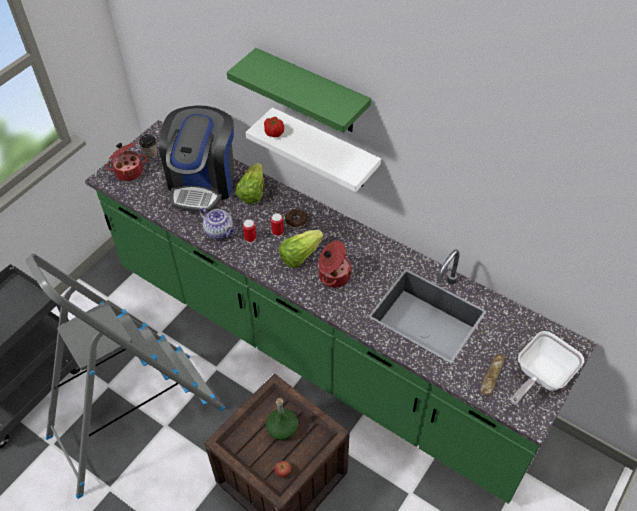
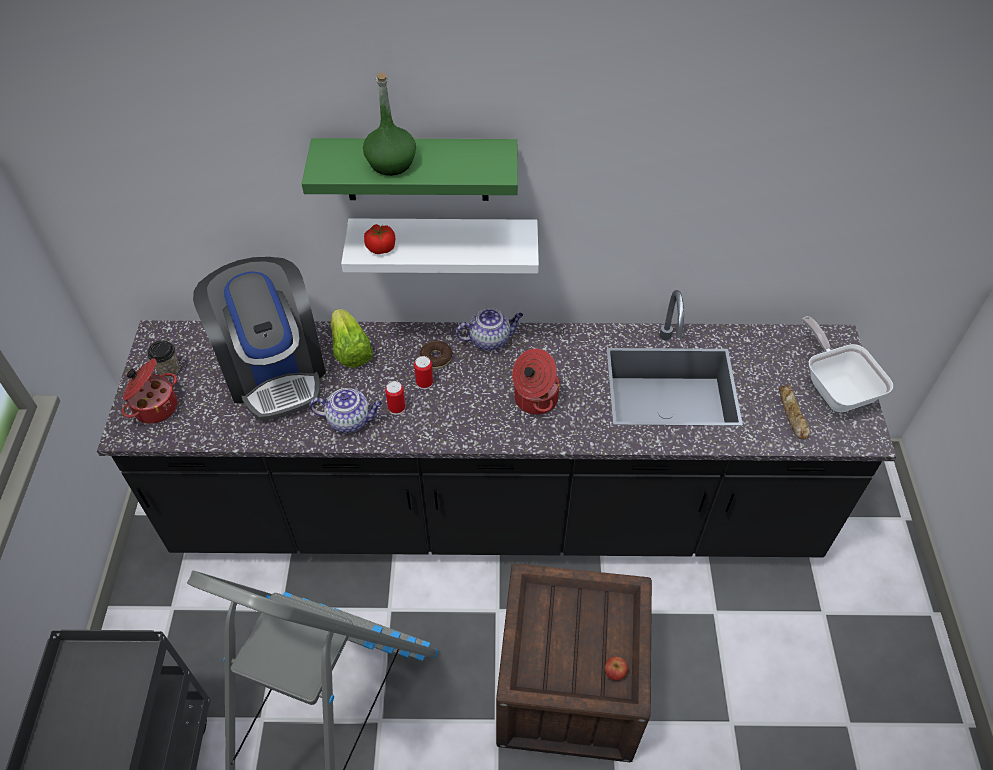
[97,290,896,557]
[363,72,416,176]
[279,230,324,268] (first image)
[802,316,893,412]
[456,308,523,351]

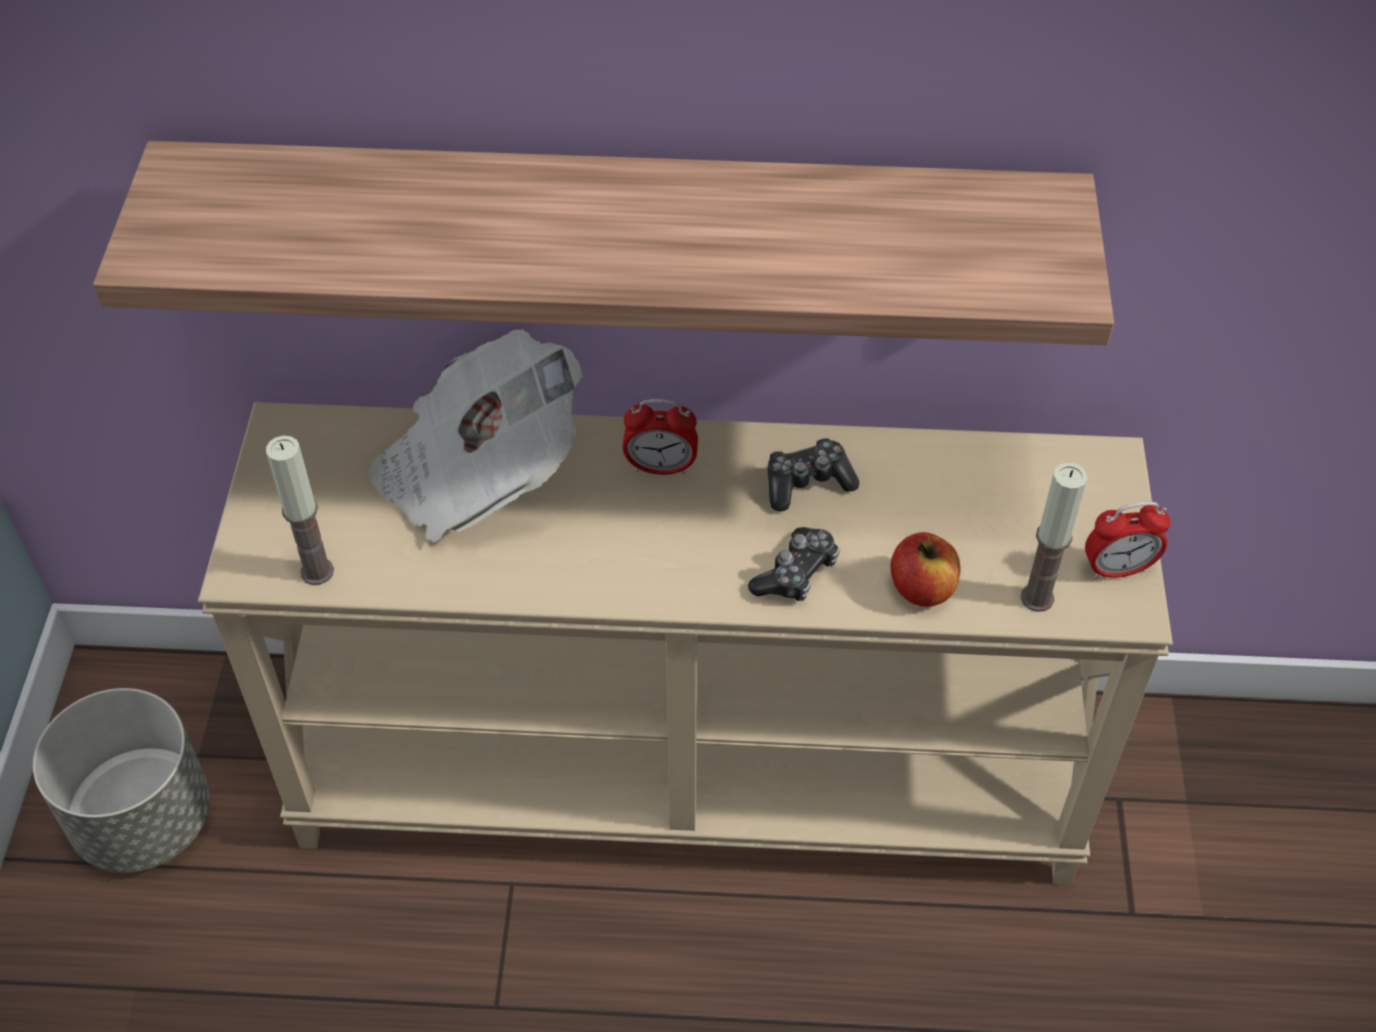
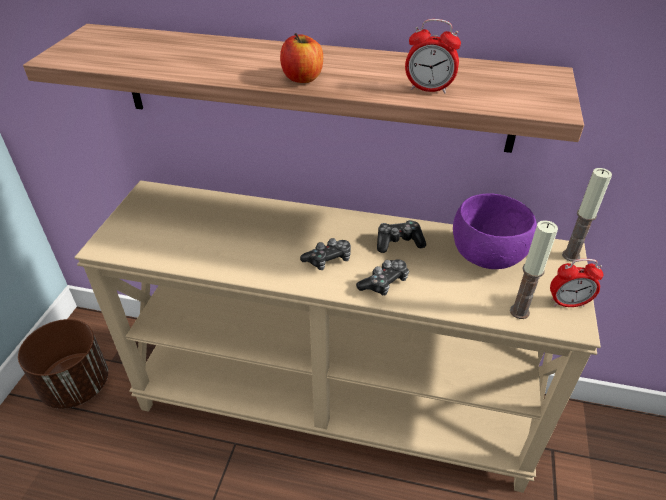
[18,319,108,409]
[562,168,612,262]
[368,329,583,543] (first image)
[405,19,461,93]
[280,33,323,83]
[300,238,351,270]
[453,193,537,269]

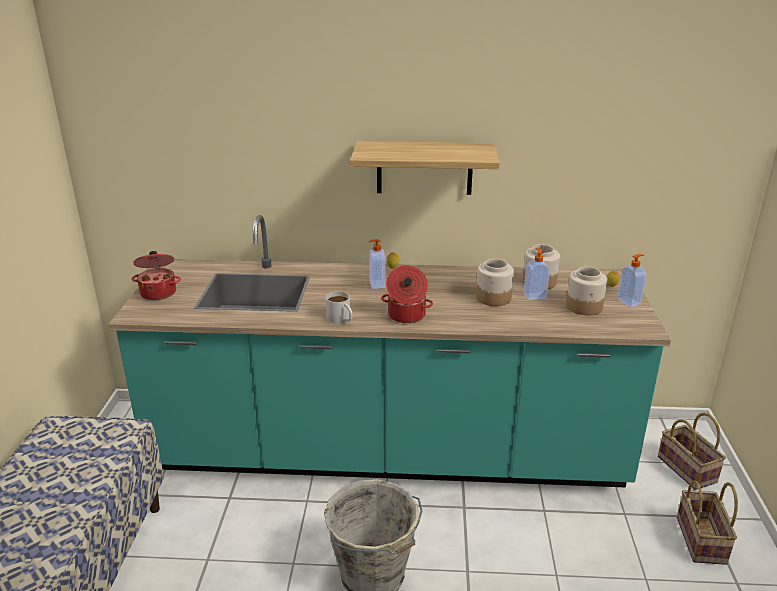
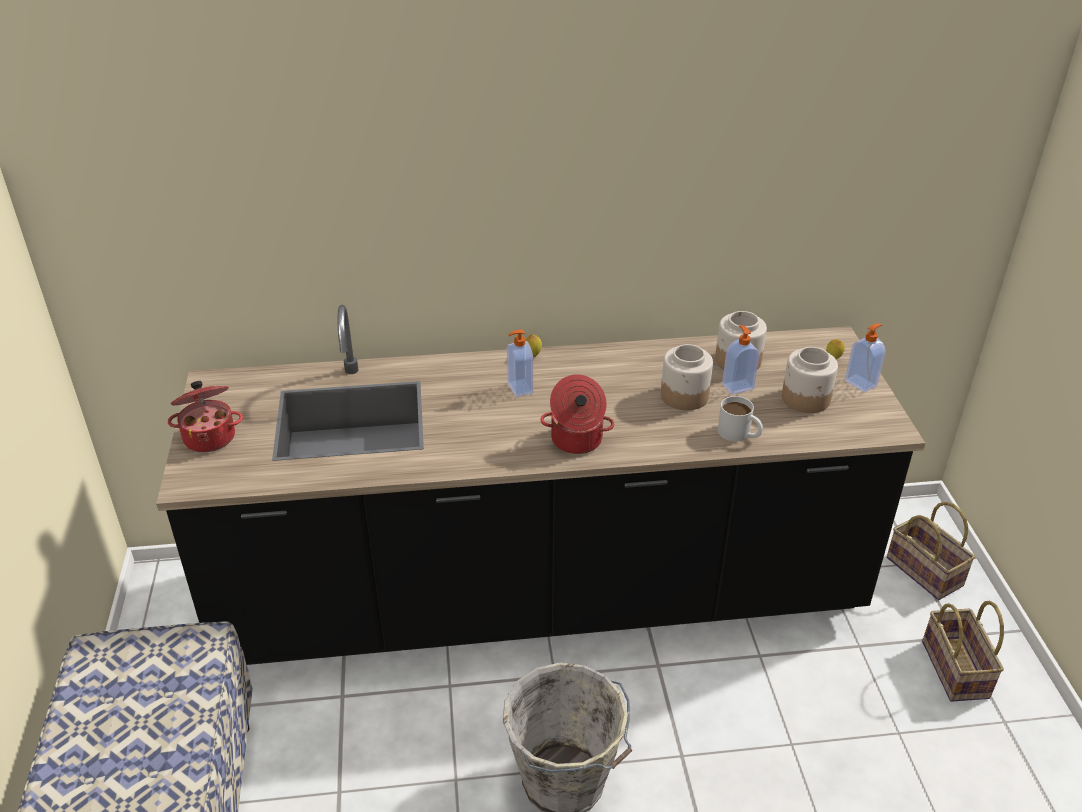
[156,305,925,665]
[718,396,763,441]
[350,141,500,195] (first image)

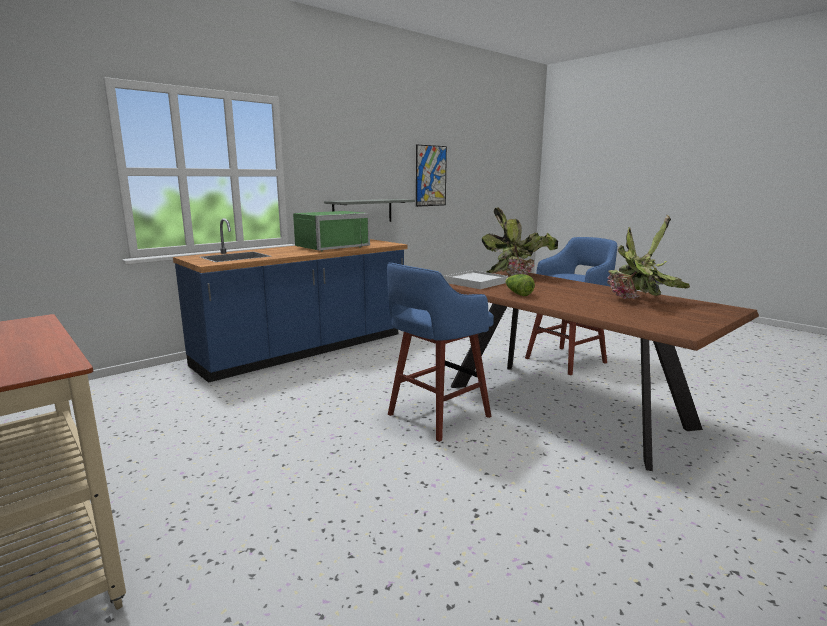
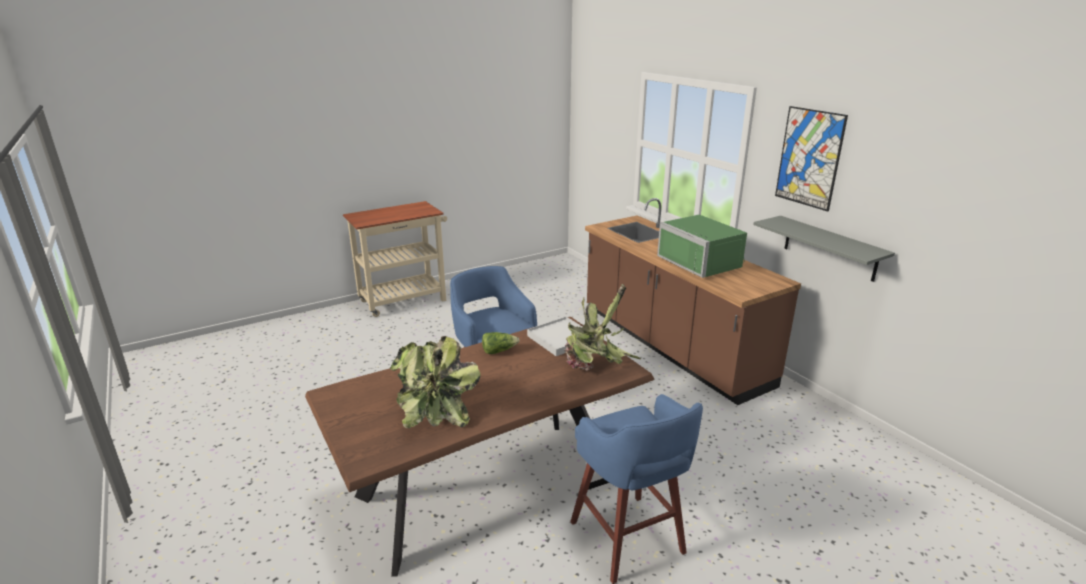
[585,198,801,405]
[775,106,848,211]

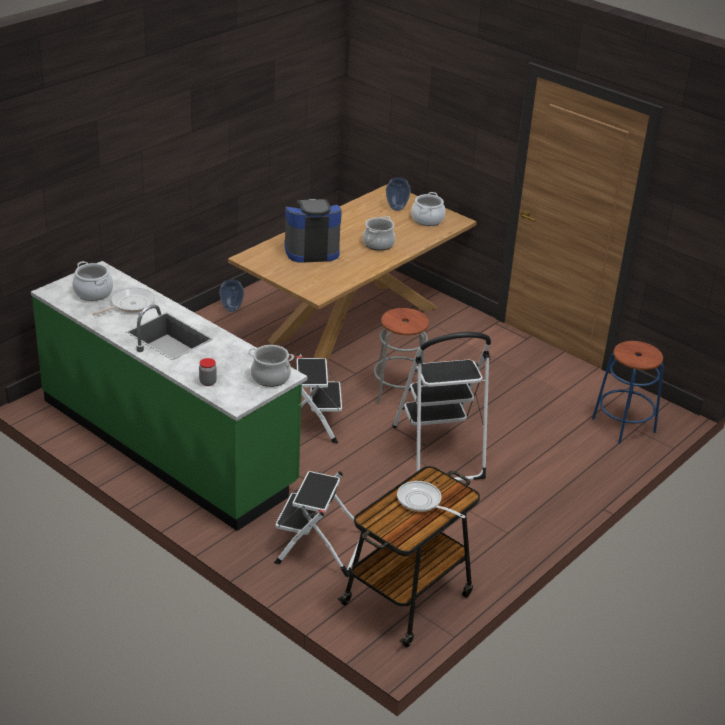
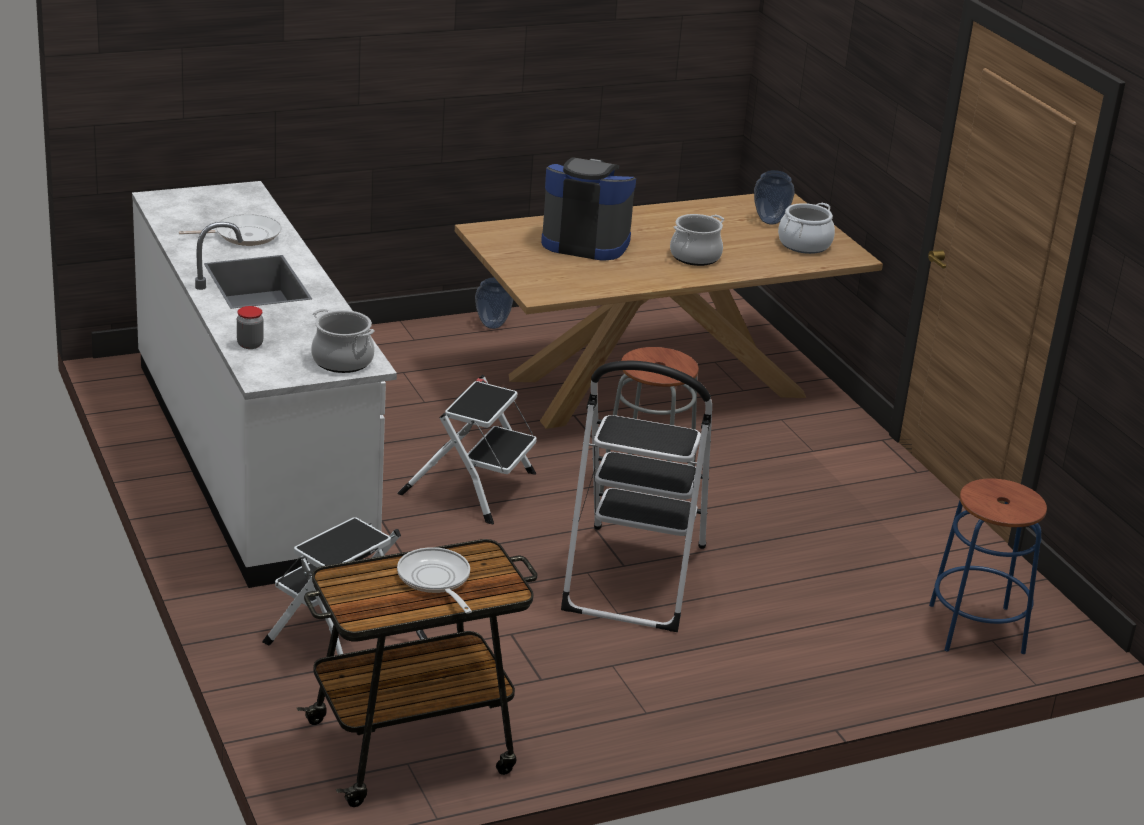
[132,181,397,588]
[72,261,113,301] (first image)

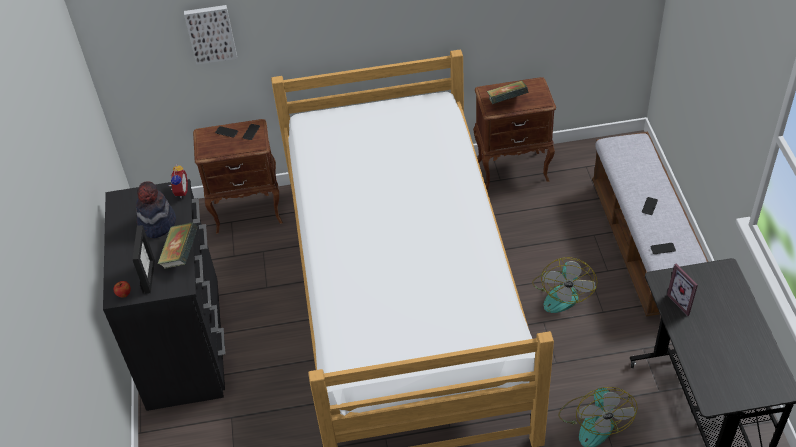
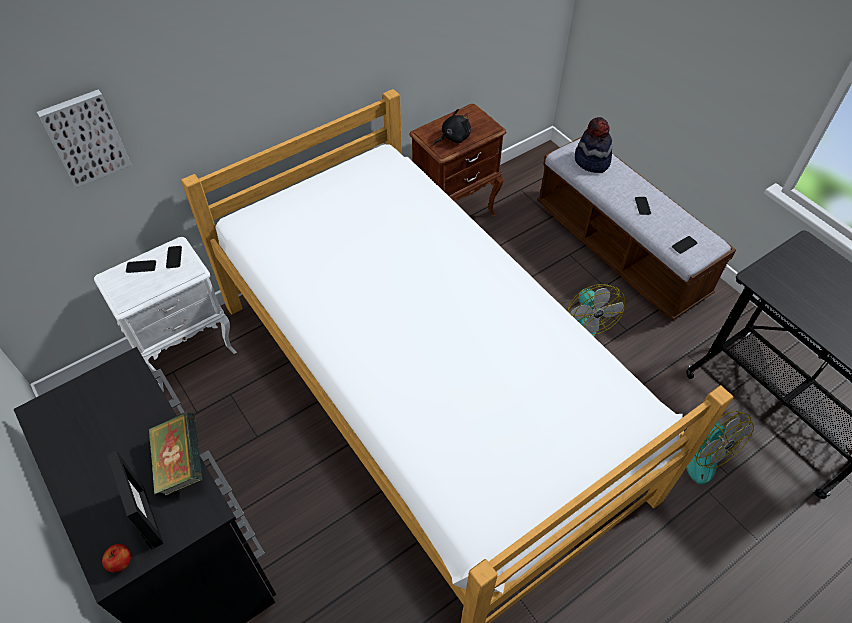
[575,117,612,173]
[169,164,188,198] (first image)
[94,237,237,391]
[434,109,471,145]
[667,264,698,316] (first image)

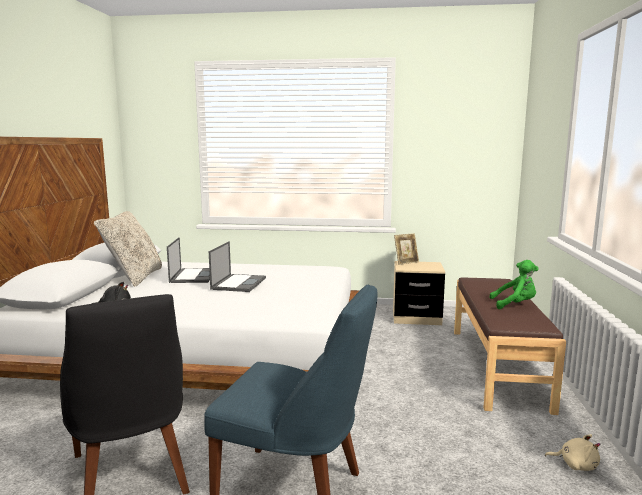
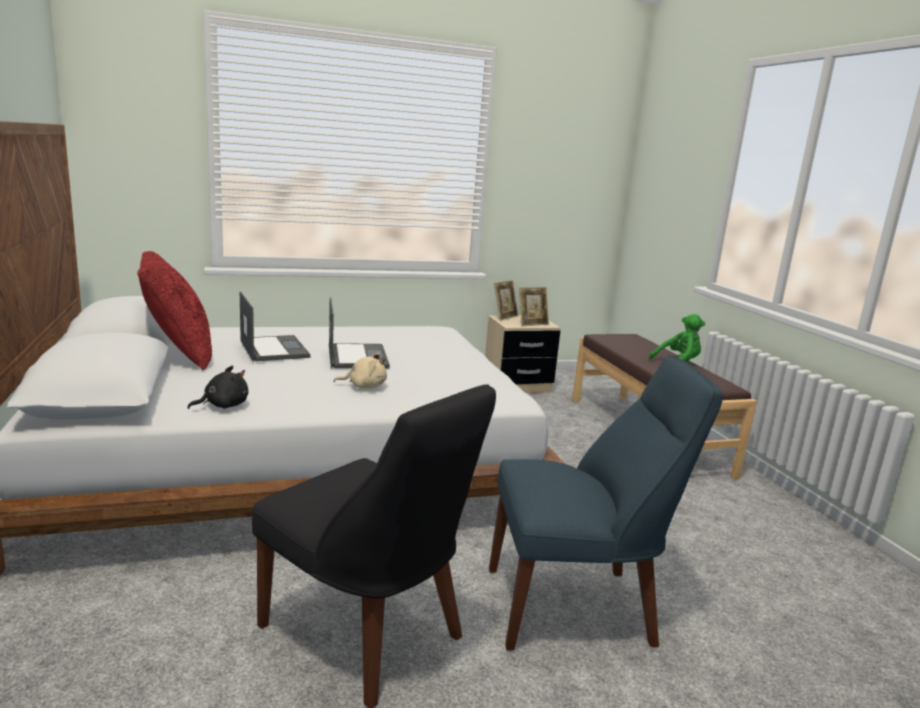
[137,251,212,370]
[333,353,387,389]
[519,287,549,326]

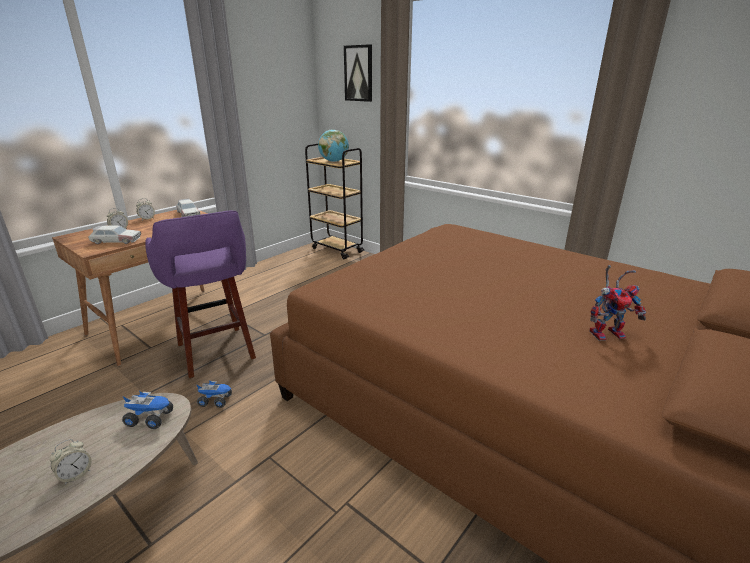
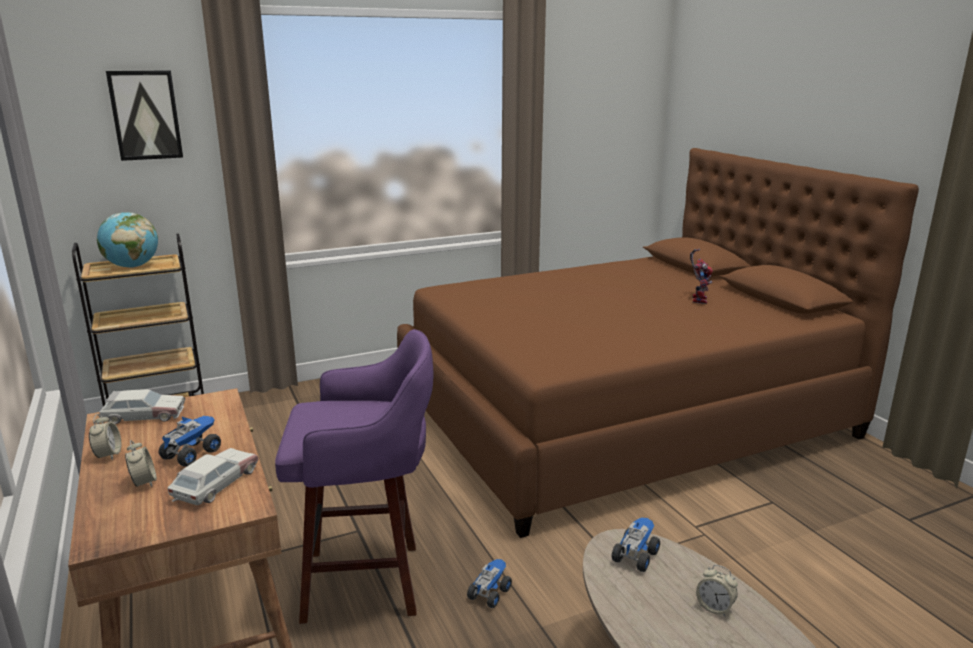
[696,565,738,617]
[159,416,221,467]

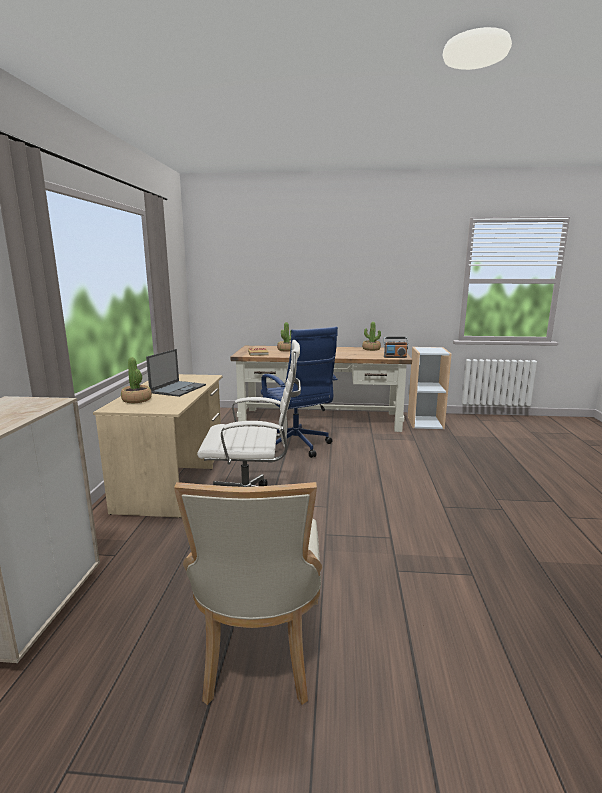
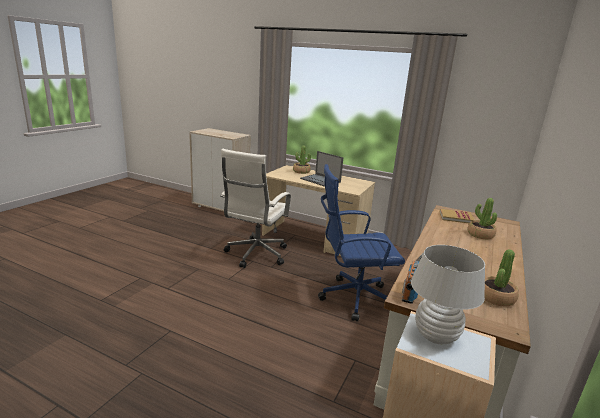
[174,482,322,705] (first image)
[411,245,485,344]

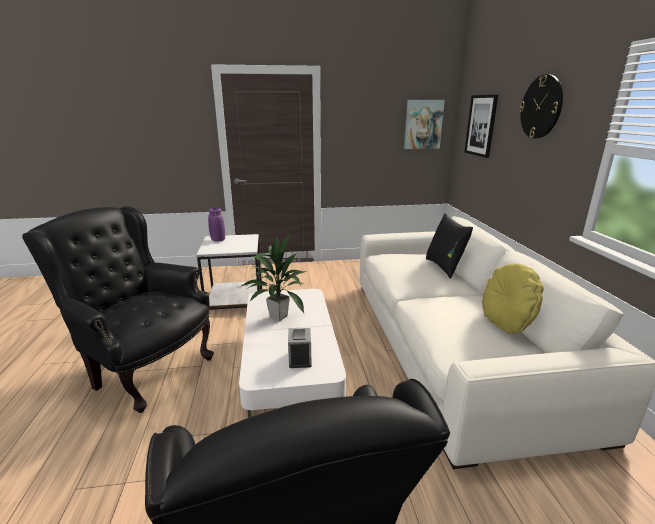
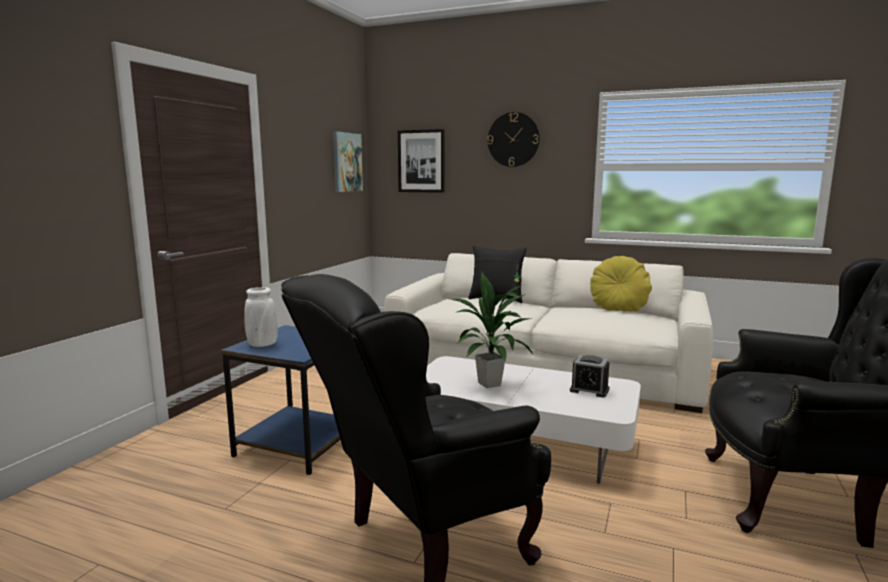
[221,325,340,475]
[244,287,278,347]

